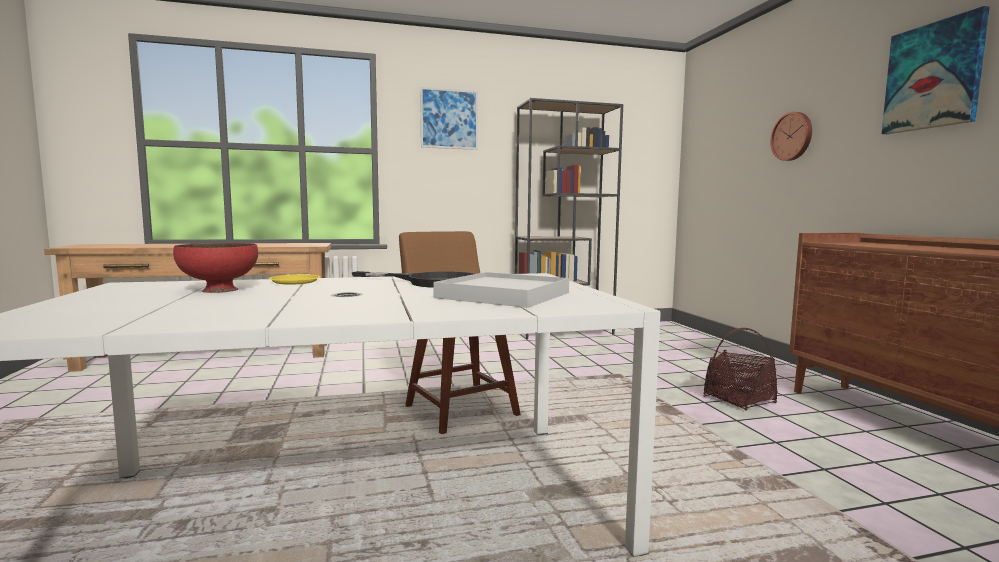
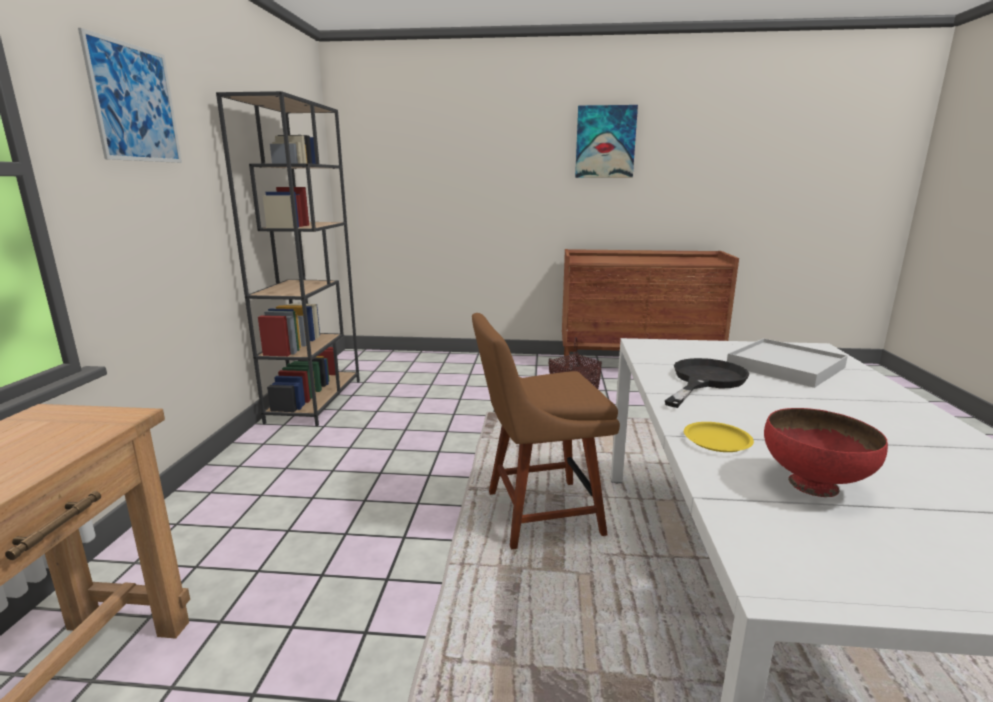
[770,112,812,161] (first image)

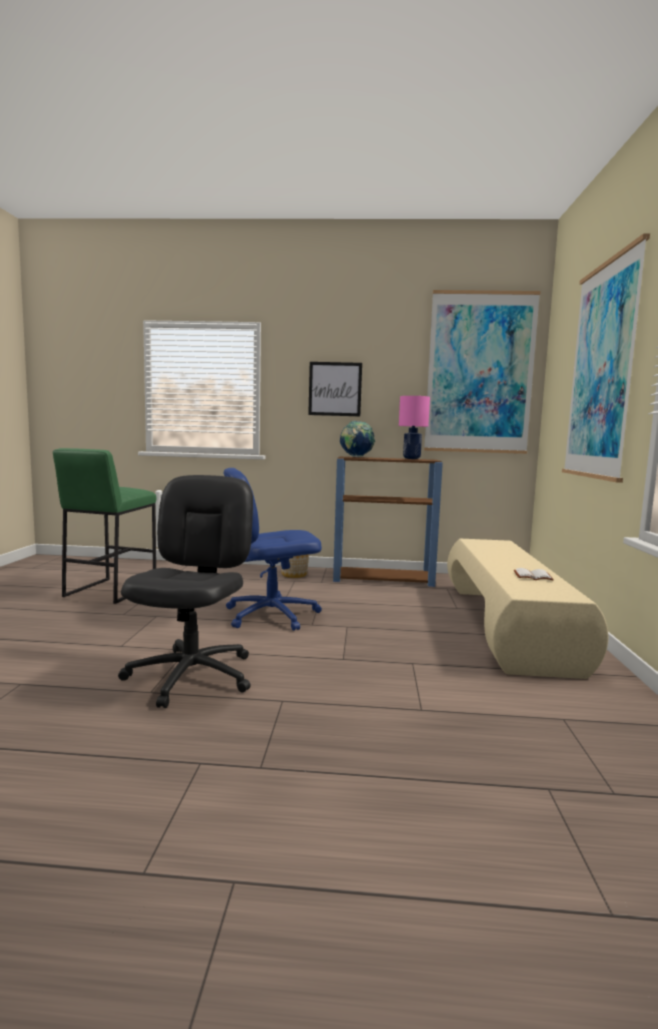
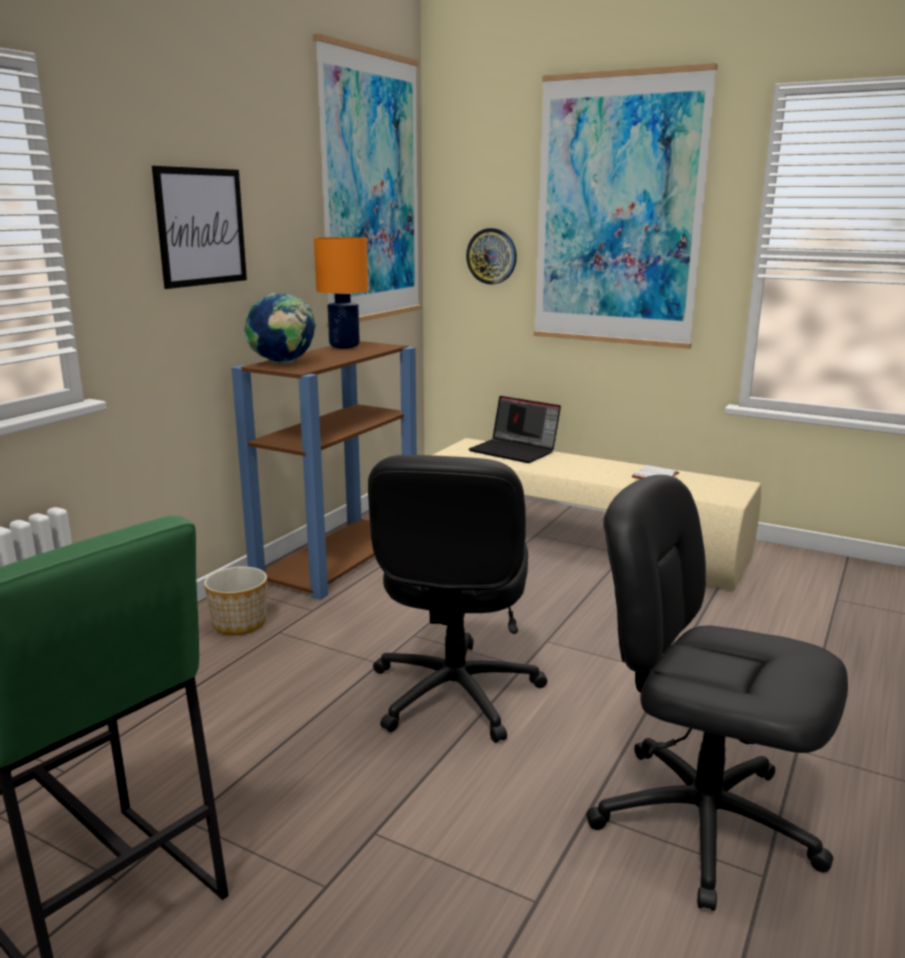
[368,455,548,743]
[314,236,368,349]
[466,228,517,285]
[469,396,561,463]

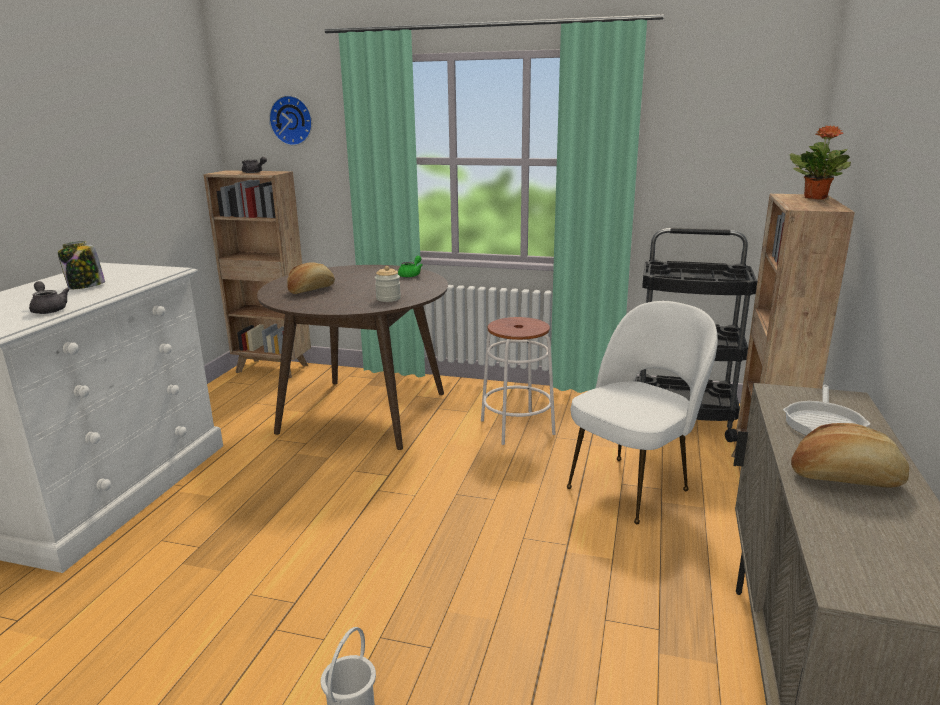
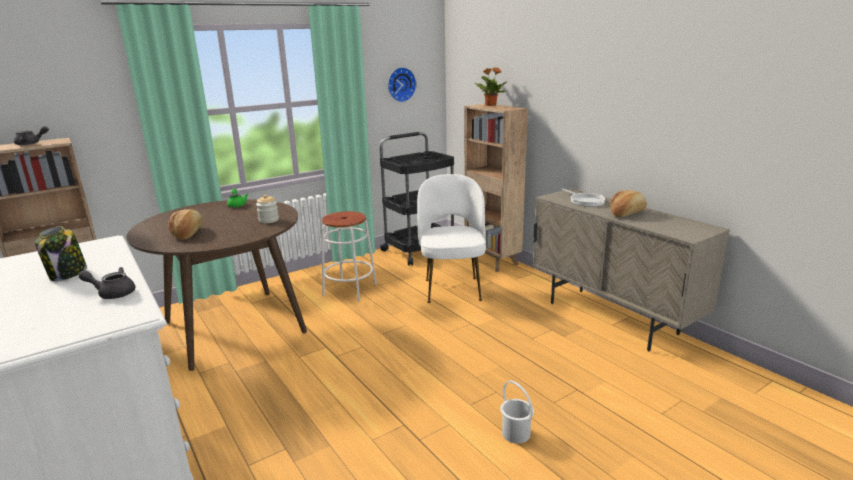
[388,67,416,102]

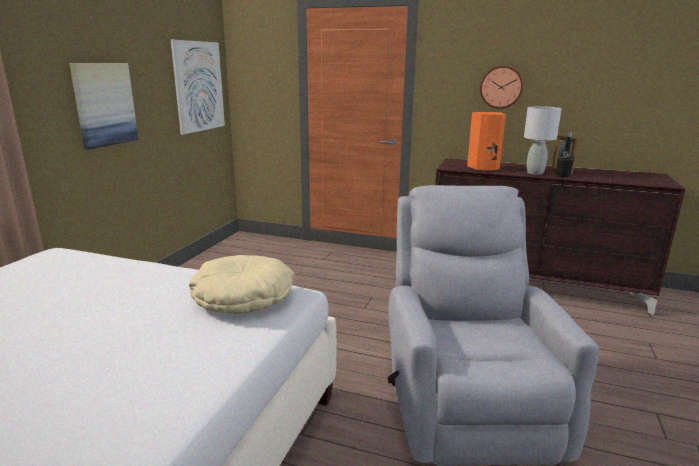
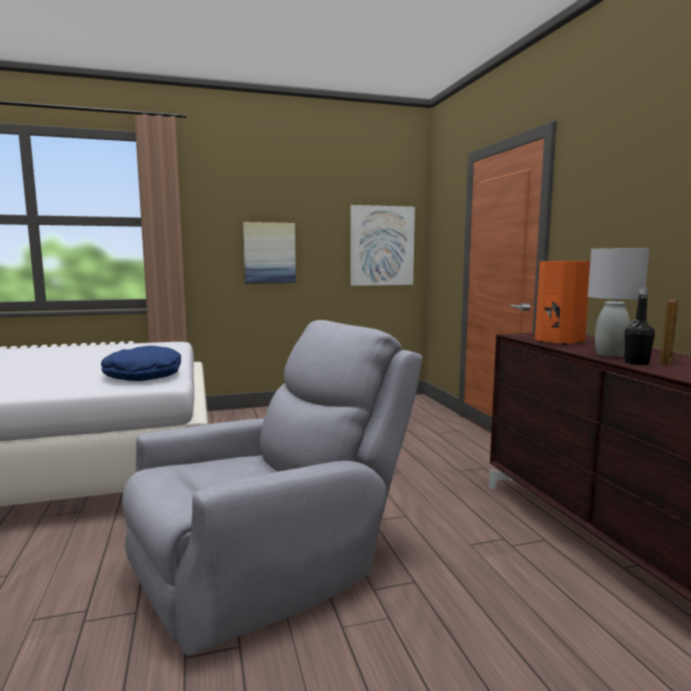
[101,346,181,381]
[480,66,523,109] (first image)

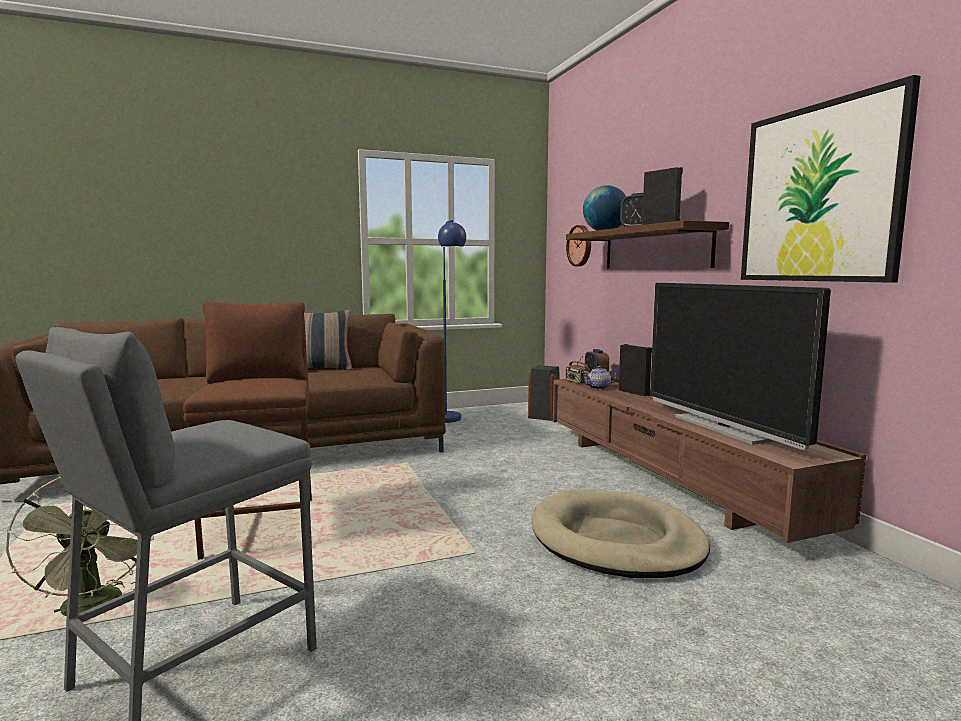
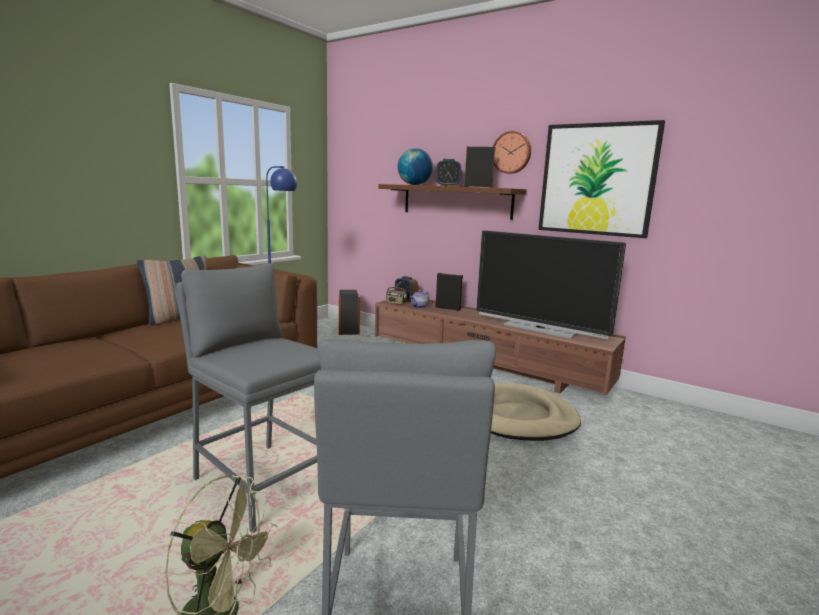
[176,263,321,533]
[493,131,531,174]

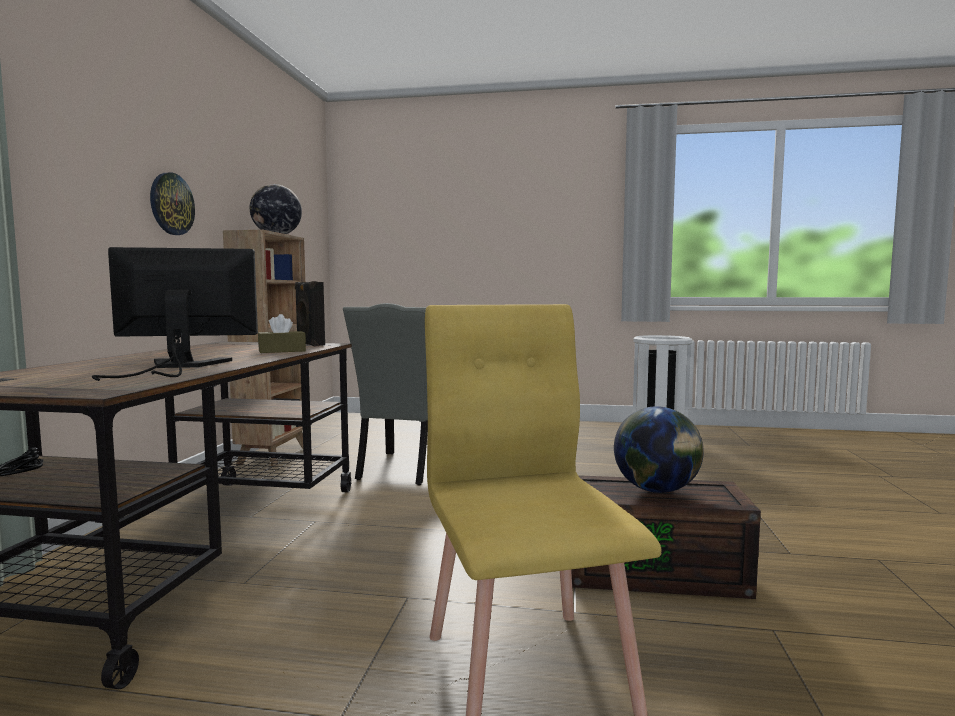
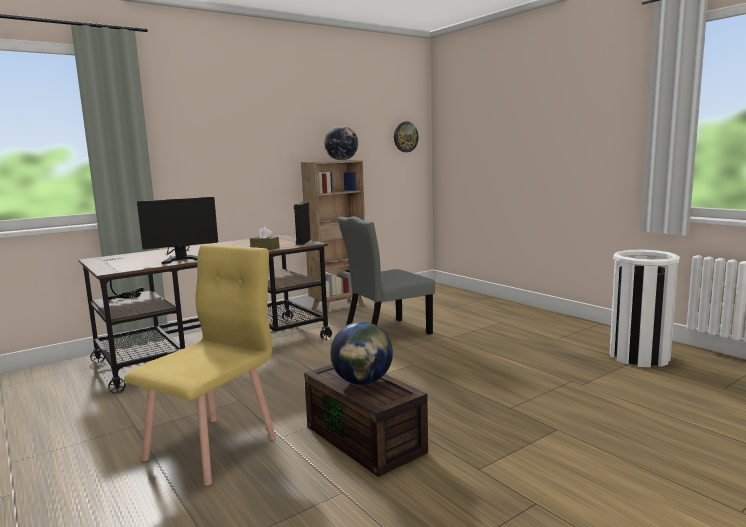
[137,197,218,264]
[394,122,419,152]

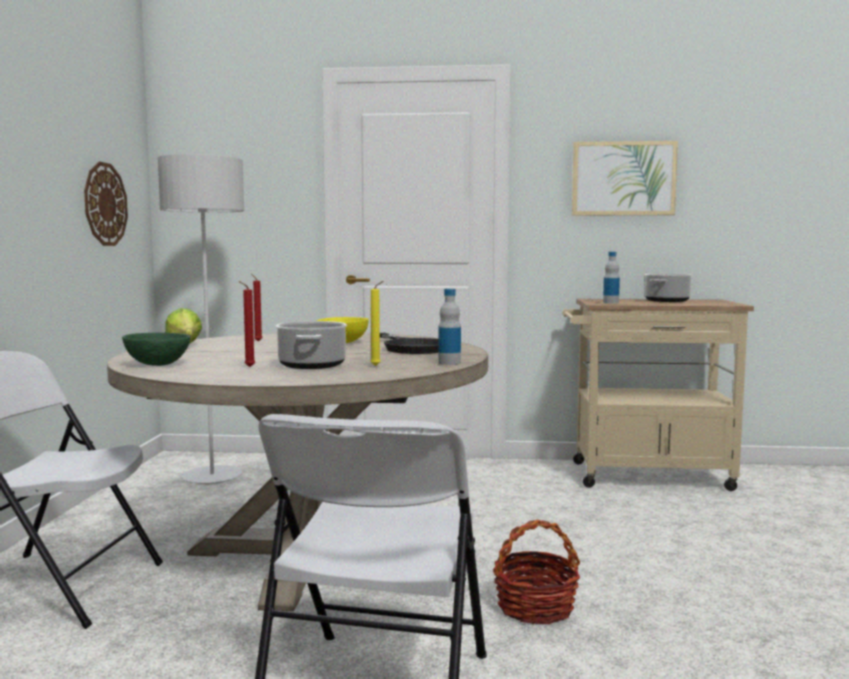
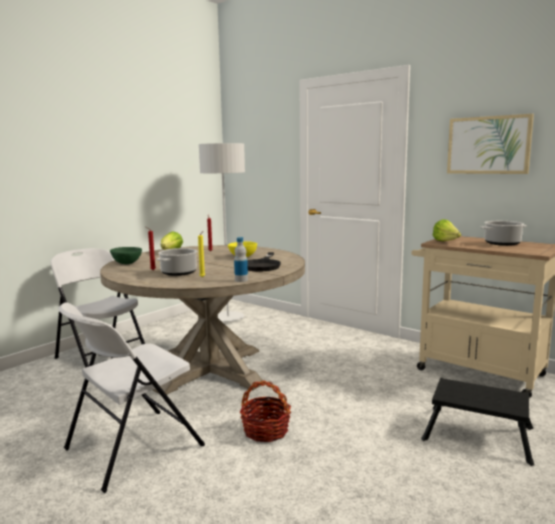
[84,162,128,246] (first image)
[433,219,461,241]
[421,378,534,466]

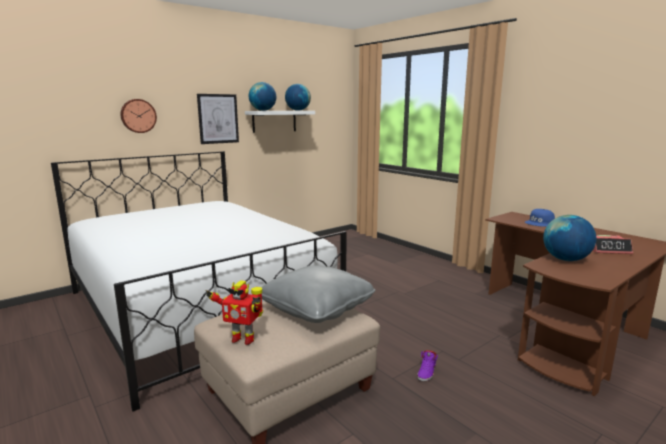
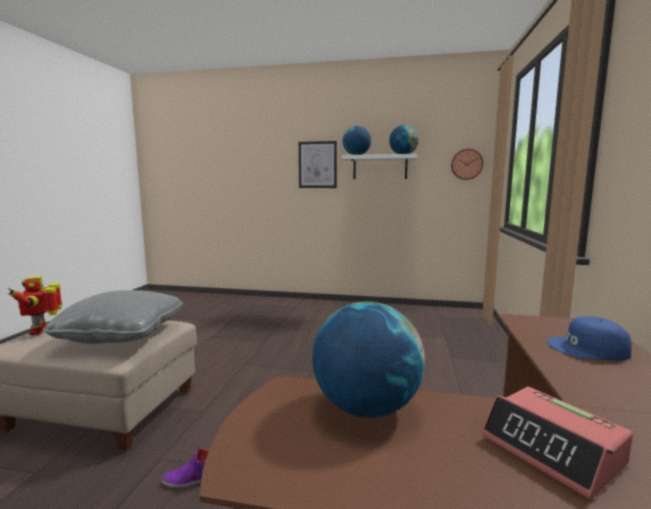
[51,151,347,412] (first image)
[451,149,483,180]

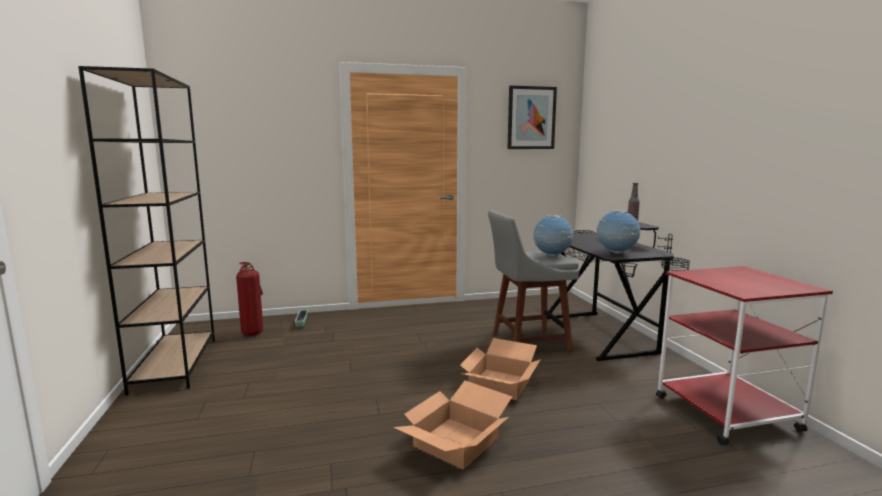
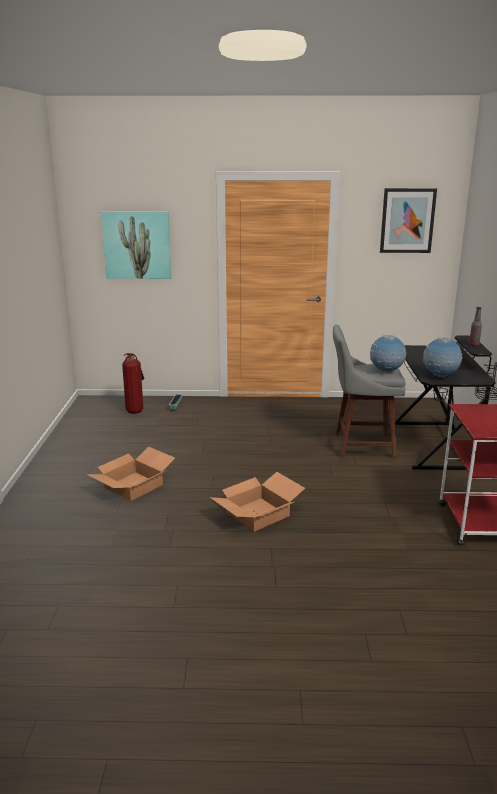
[78,66,215,395] (first image)
[86,446,175,501]
[101,211,171,279]

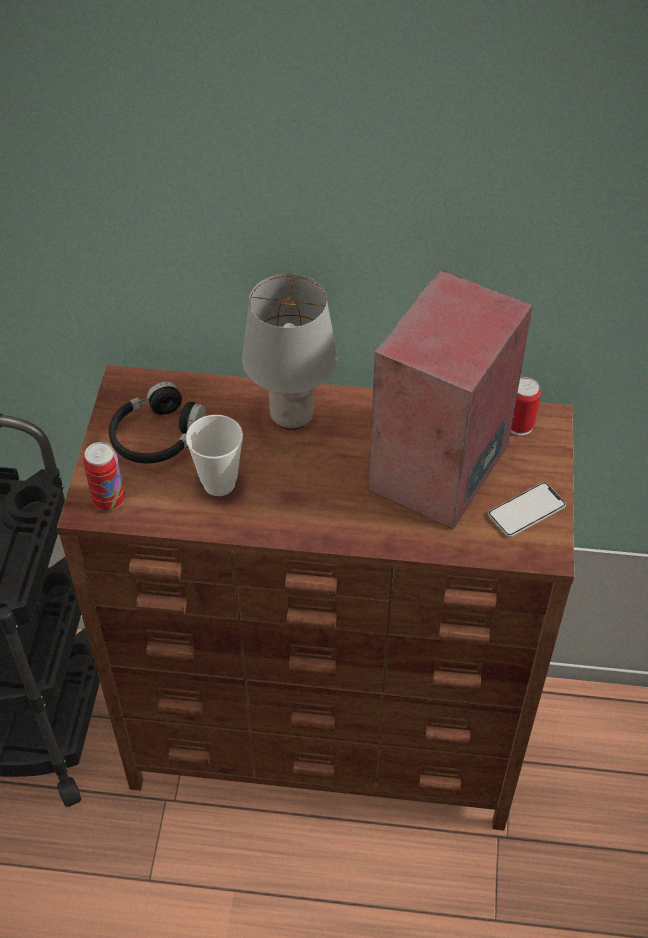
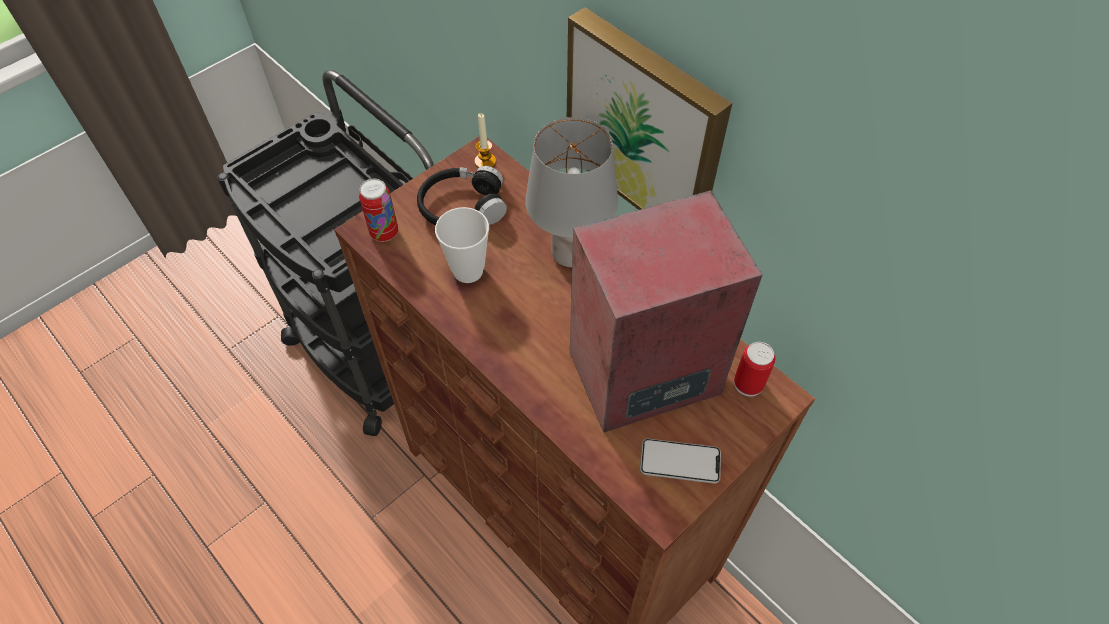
[475,113,496,168]
[567,7,732,210]

